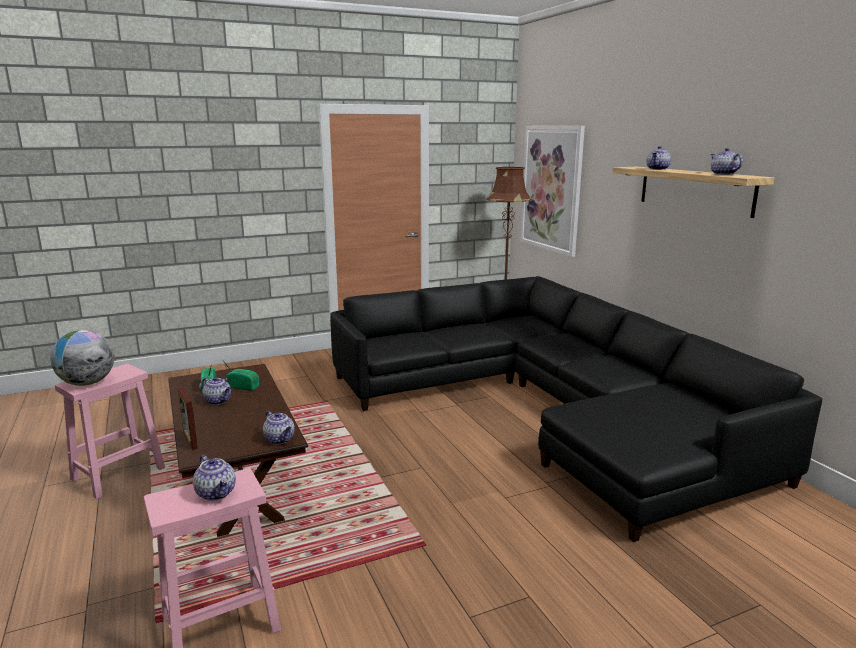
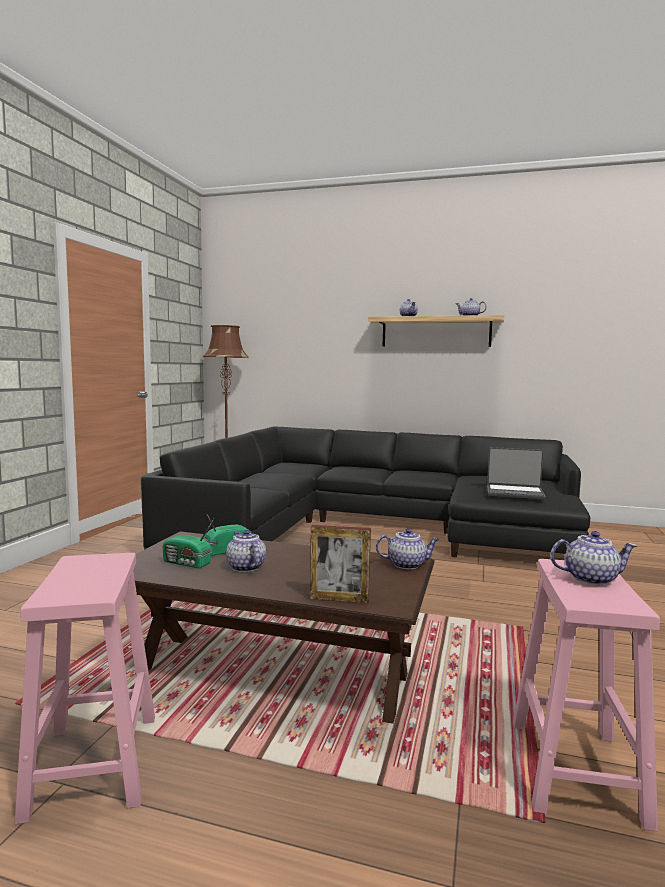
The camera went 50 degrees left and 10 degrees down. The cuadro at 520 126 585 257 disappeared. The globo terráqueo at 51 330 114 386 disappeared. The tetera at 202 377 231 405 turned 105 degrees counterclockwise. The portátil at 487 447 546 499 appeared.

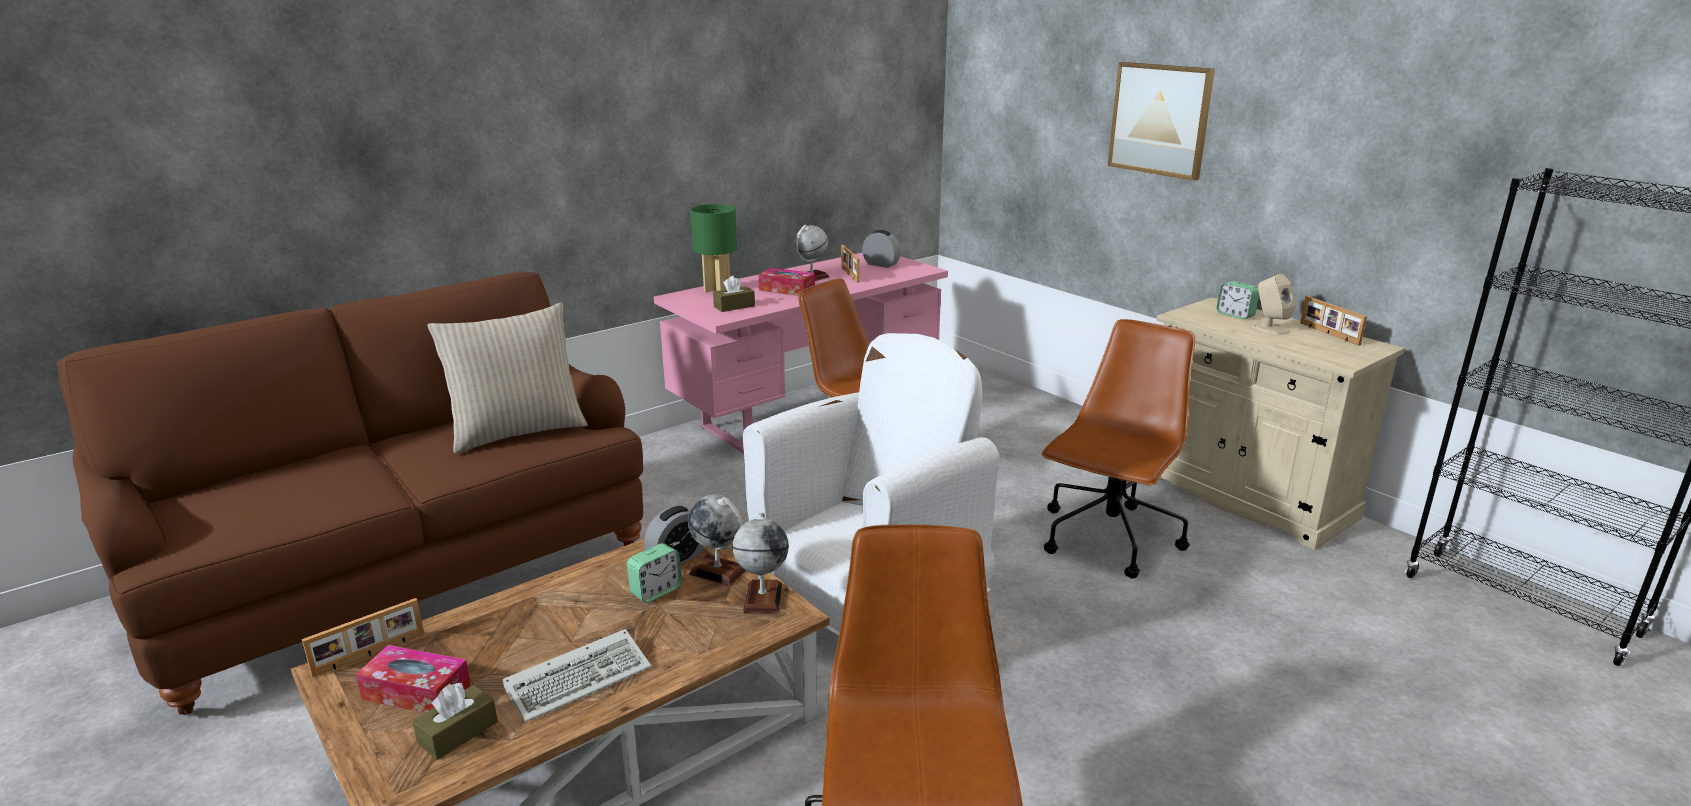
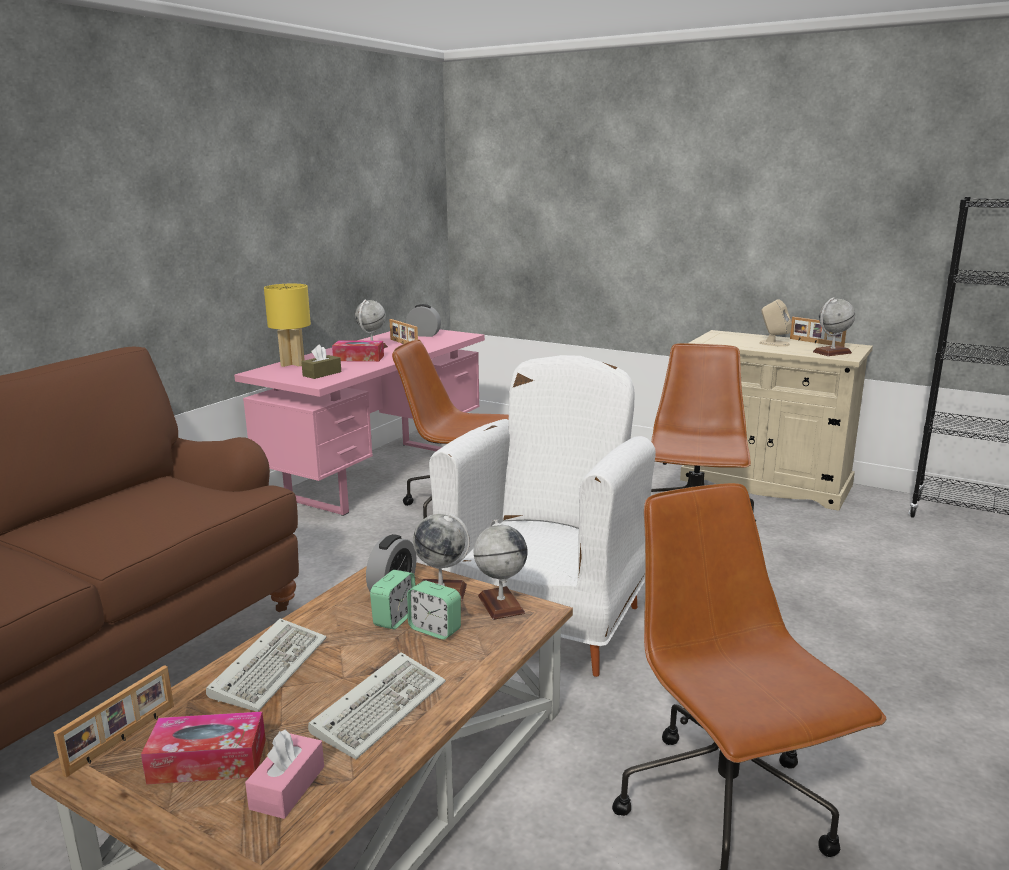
The camera went 20 degrees left and 5 degrees down. The cuadro at 1108 62 1215 181 disappeared. The lámpara de mesa [verde] at 690 204 737 292 became the lámpara de mesa [amarillo] at 264 284 311 367. The despertador moved from 1217 281 1259 319 to 407 581 461 640. The cojín [beis] at 428 303 588 453 disappeared. The caja de pañuelos [marrón] at 412 683 498 760 became the caja de pañuelos [rosa] at 245 729 324 819. The globo terráqueo at 813 297 855 356 appeared. The teclado at 206 618 326 712 appeared.

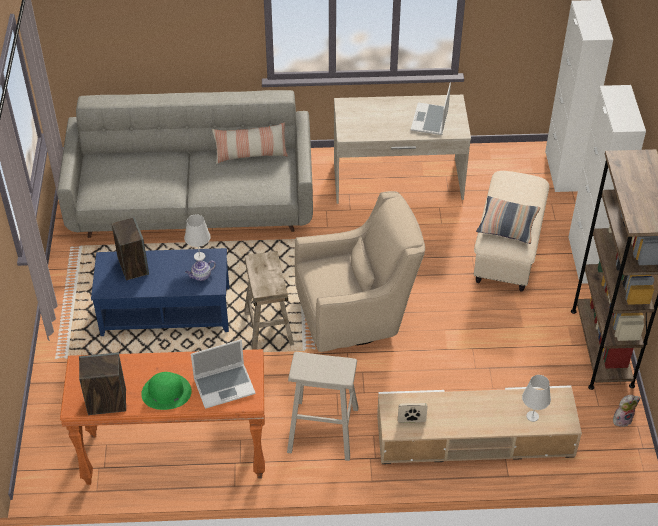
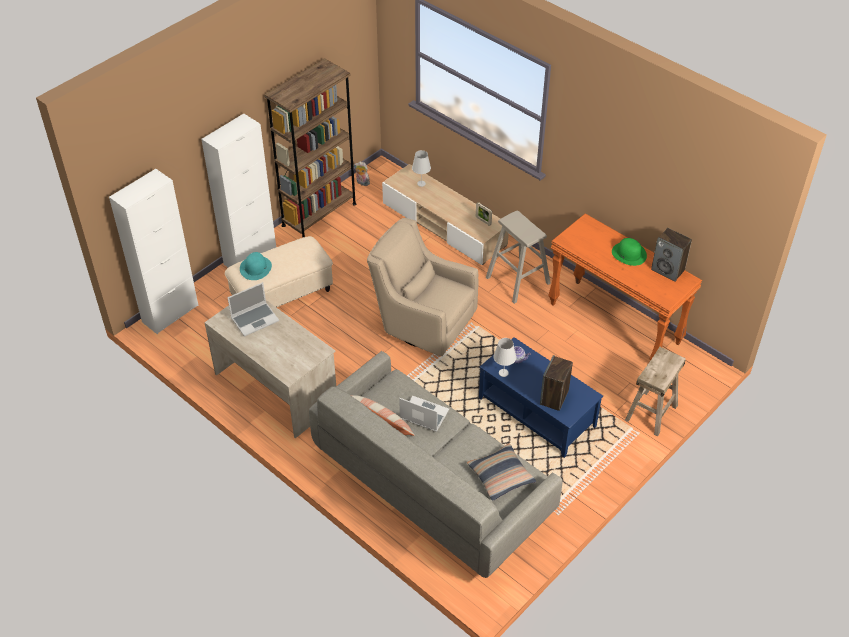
The camera went 135 degrees left and 0 degrees up. The cojín moved from 476 196 540 244 to 467 443 536 501. The taburete [beis] moved from 244 251 294 350 to 625 347 686 436. The portátil moved from 191 339 256 409 to 399 396 449 432. The sombrero [turquesa] at 240 252 272 280 appeared.

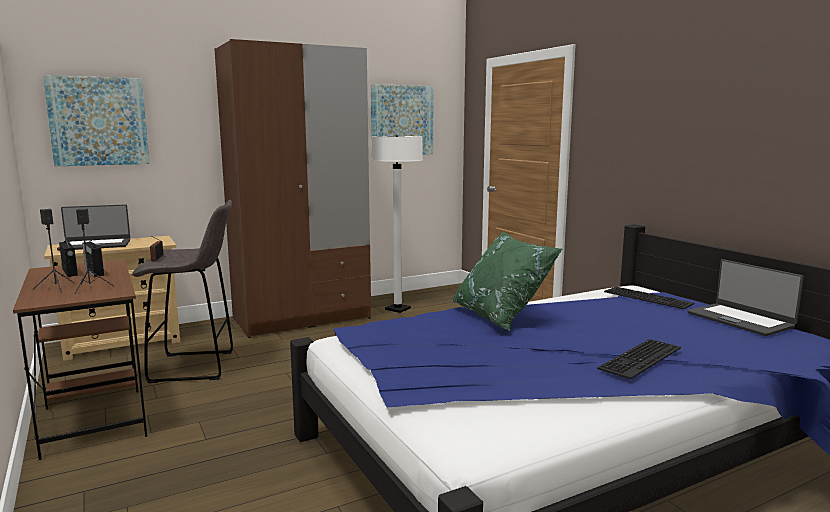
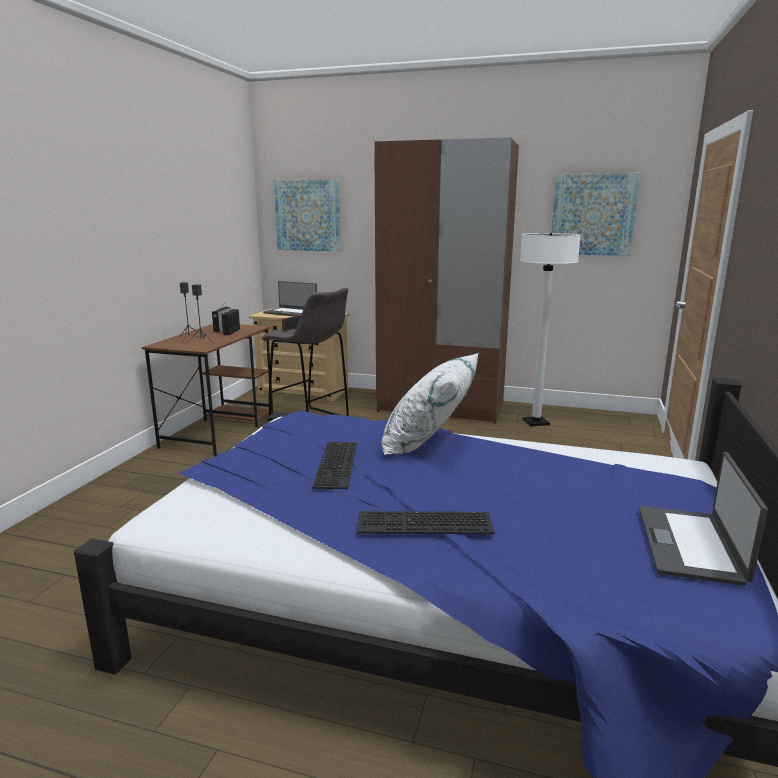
The camera went 45 degrees right and 5 degrees up. The cojín [verde] at 453 231 563 331 became the cojín [blanco] at 381 353 478 455. The teclado moved from 604 287 694 309 to 312 442 357 489.

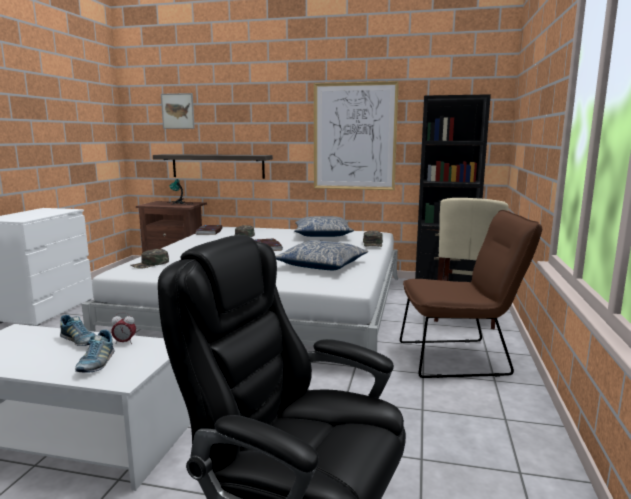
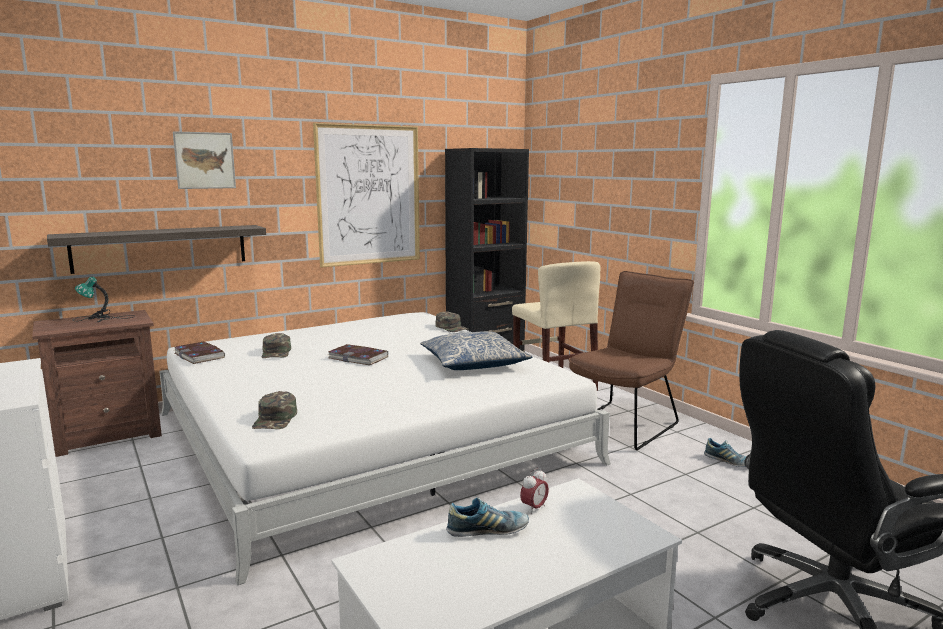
The camera went 45 degrees left and 0 degrees up. The cuadro moved from 161 93 195 129 to 173 131 236 189. The cojín at 294 216 354 237 disappeared. The zapato moved from 75 330 114 373 to 704 438 746 467.

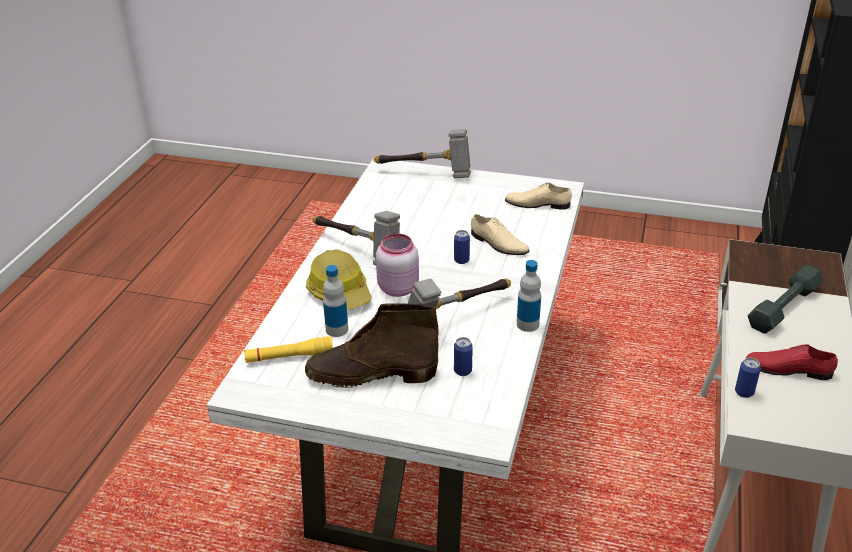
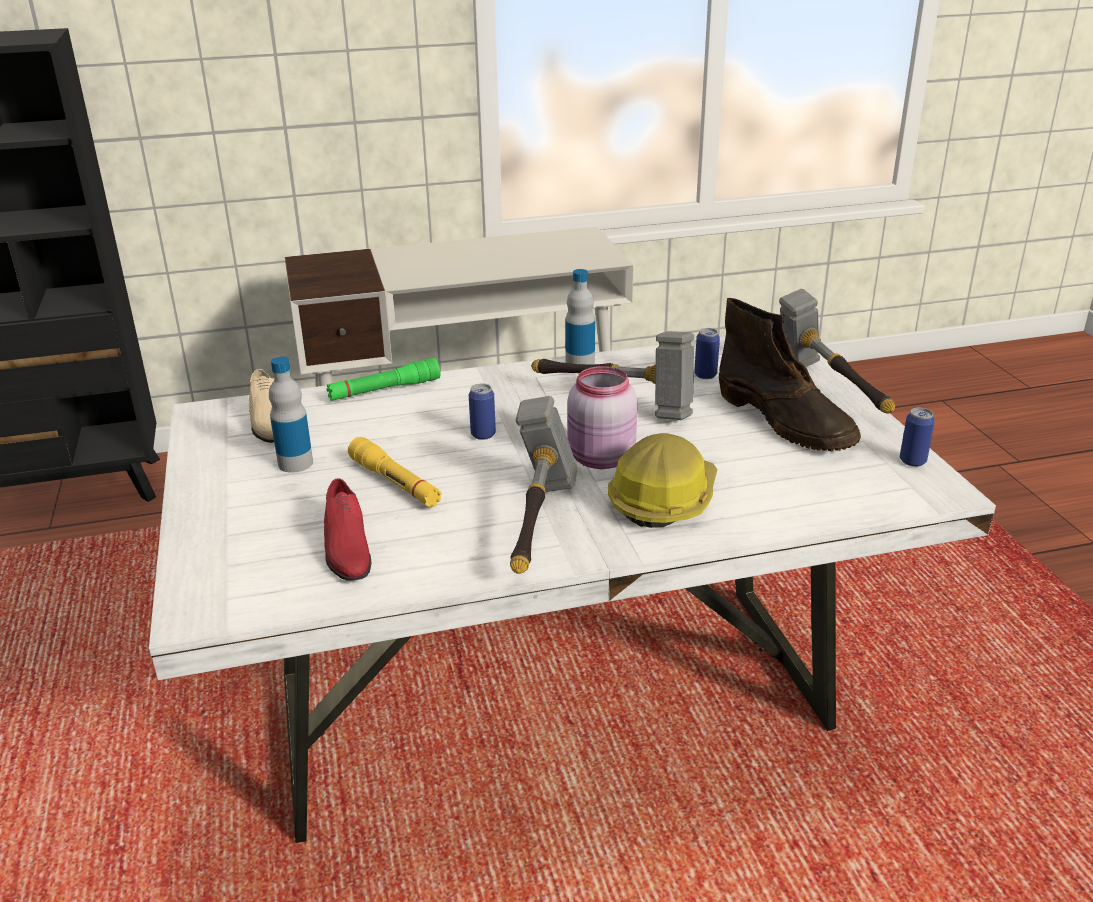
The camera went 120 degrees left and 5 degrees down. The martillo moved from 373 129 471 178 to 779 289 895 414. The zapato [beis] at 471 214 530 255 disappeared. The botella moved from 323 265 348 337 to 269 356 313 473. The mancuerna [gris] at 747 265 823 334 disappeared. The linterna [amarillo] moved from 244 336 333 363 to 348 437 442 507. The zapato [rojo] moved from 745 344 838 380 to 324 479 372 581. The lata moved from 735 358 761 398 to 900 408 935 467. The linterna [verde] at 326 358 440 401 appeared.

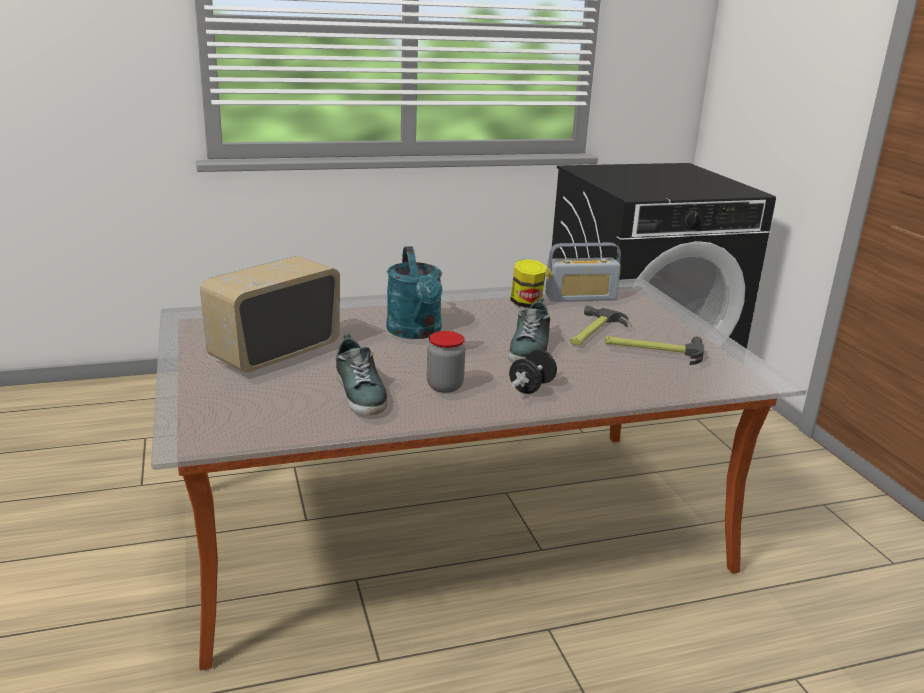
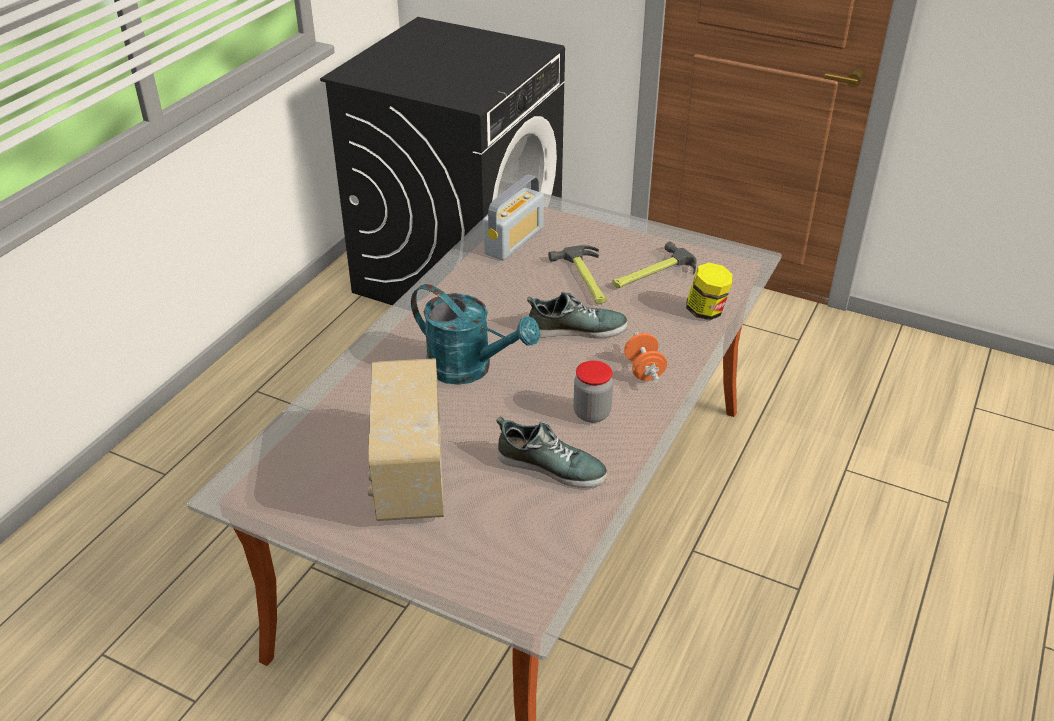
The camera went 45 degrees left and 15 degrees up. The tarro moved from 510 259 547 308 to 686 262 733 320. The zapato at 508 298 550 362 turned 60 degrees counterclockwise. The mancuerna [negro] at 509 349 557 394 became the mancuerna [naranja] at 624 332 667 383.

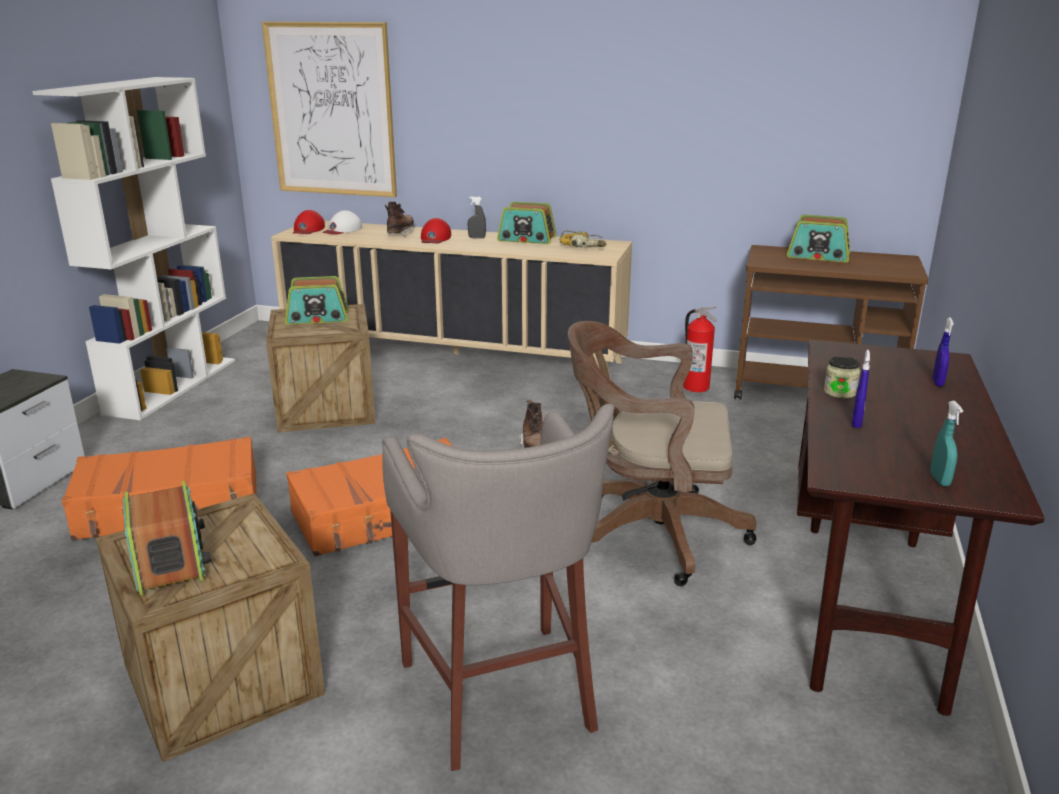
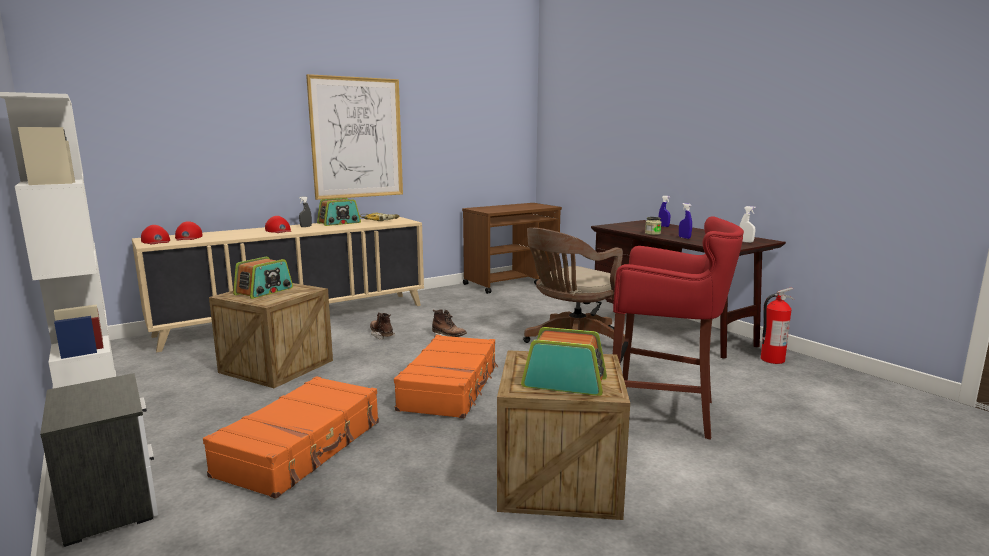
The camera went 50 degrees left and 10 degrees down. The cuadro moved from 262 22 397 197 to 306 74 403 200. The bota [marrón] moved from 385 202 415 236 to 370 312 395 340. The gorra [blanco] at 322 210 362 235 became the gorra [rojo] at 175 221 203 241. The radio at 786 215 850 262 disappeared. The extintor moved from 683 307 717 392 to 761 287 794 364. The pulverizador [turquesa] at 930 401 963 486 became the pulverizador [blanco] at 739 206 756 243. The taburete [gris] at 382 404 615 771 became the taburete [rojo] at 613 216 744 440.

